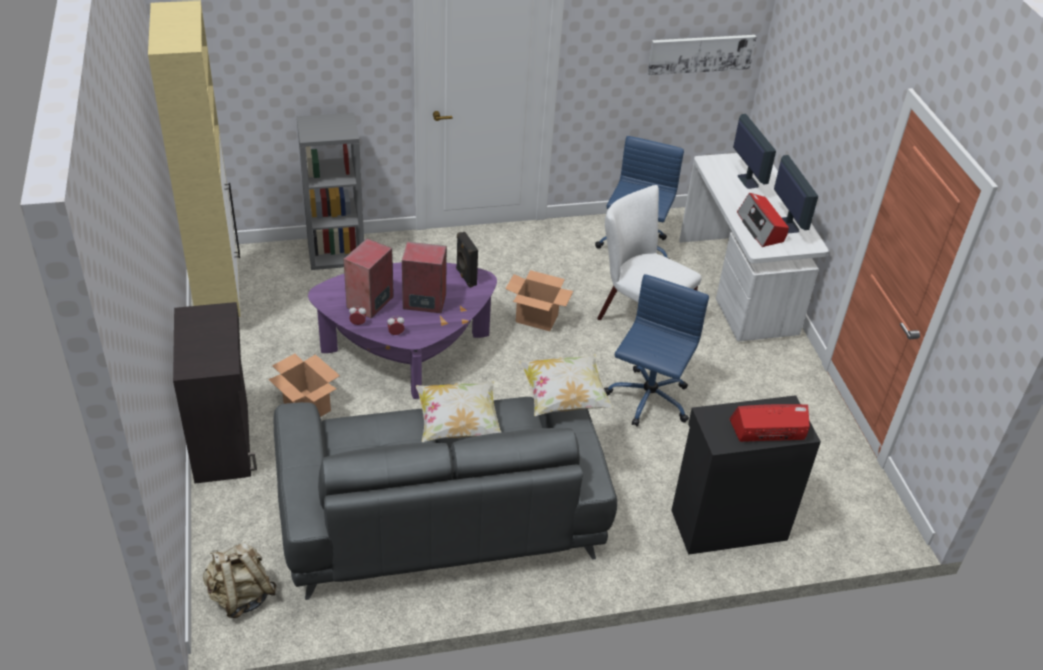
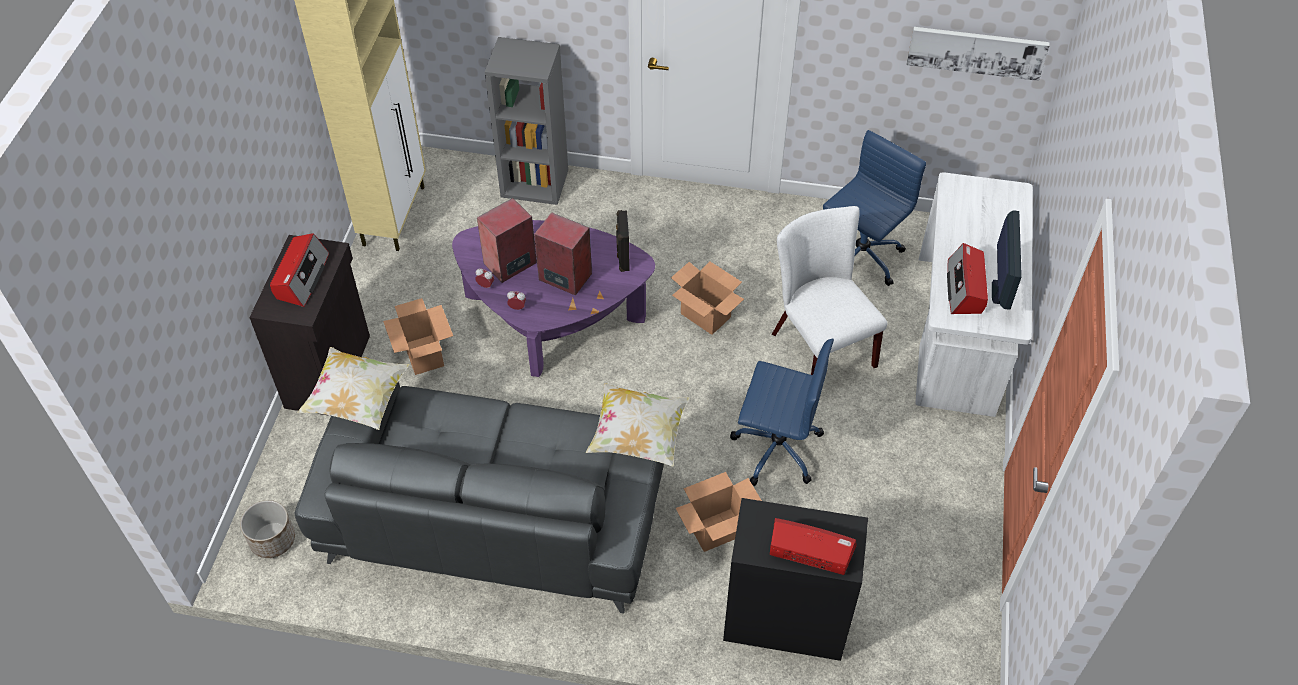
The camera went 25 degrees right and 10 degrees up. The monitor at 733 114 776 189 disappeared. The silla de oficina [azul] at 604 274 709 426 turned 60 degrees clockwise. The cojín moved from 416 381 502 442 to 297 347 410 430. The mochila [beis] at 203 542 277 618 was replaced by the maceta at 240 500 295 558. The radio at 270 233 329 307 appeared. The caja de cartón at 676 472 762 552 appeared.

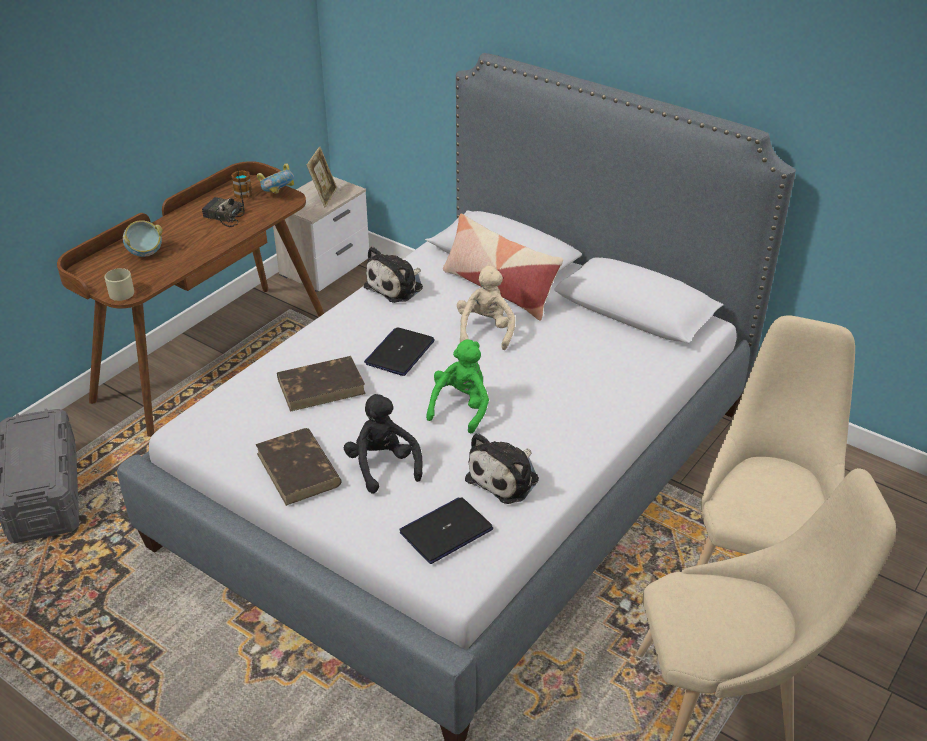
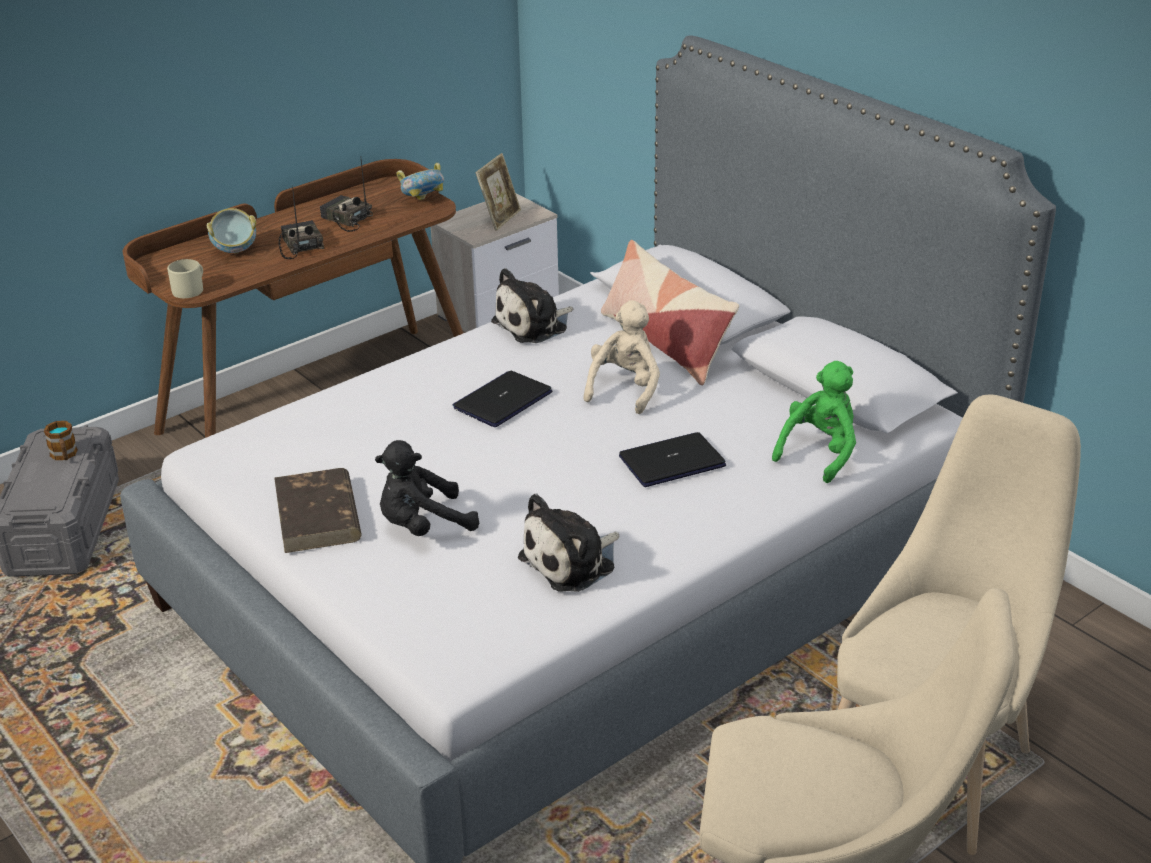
The camera went 15 degrees right and 5 degrees down. The taza grande moved from 231 170 253 199 to 44 421 78 460. The peluche [verde] moved from 426 339 489 433 to 772 361 856 483. The libro [marrón] at 277 356 366 412 disappeared. The peluche [negro] at 344 394 423 494 turned 105 degrees counterclockwise. The portátil moved from 400 497 493 564 to 619 432 726 487. The radio at 278 186 324 259 appeared.

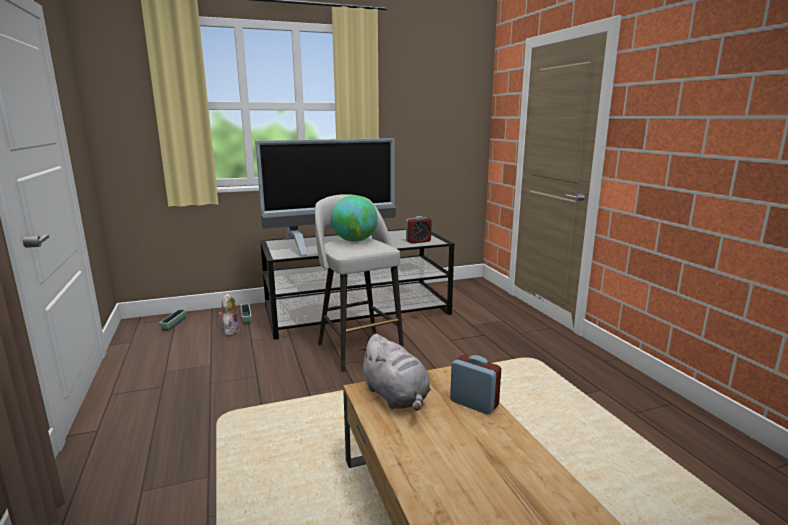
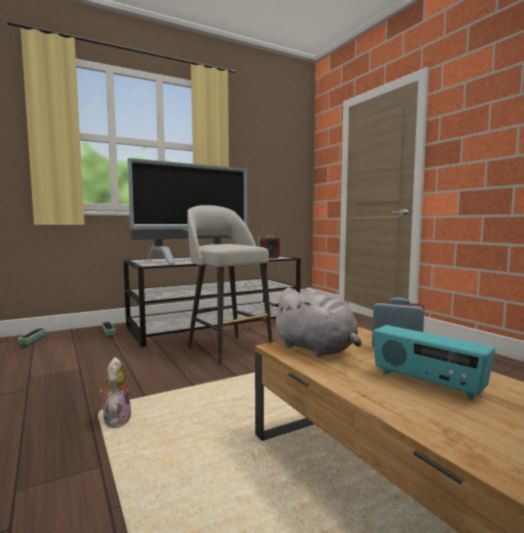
The camera went 10 degrees left and 10 degrees down. The globo terráqueo at 331 195 378 242 disappeared. The peluche moved from 219 293 239 336 to 99 357 131 428. The radio at 373 325 495 400 appeared.

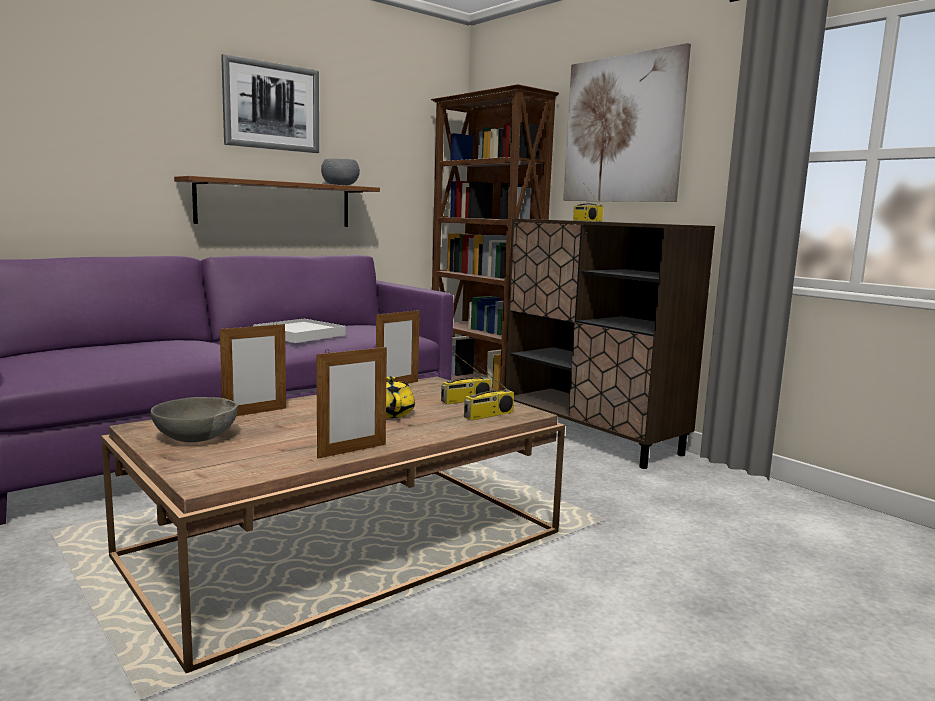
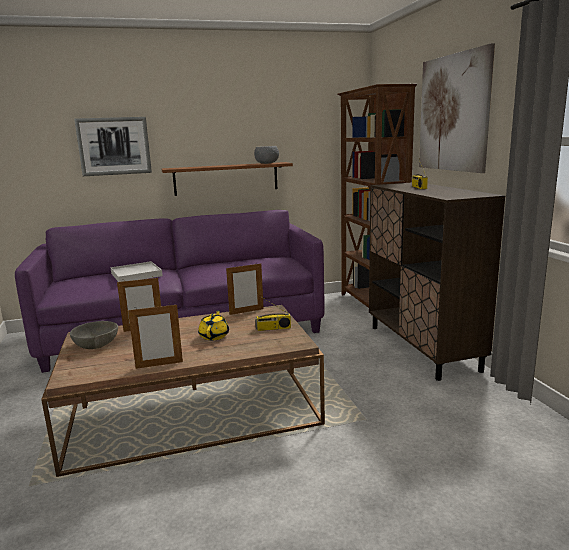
The camera went 25 degrees right and 5 degrees up. The cuadro moved from 221 54 319 153 to 74 117 152 176. The bandeja [blanco] moved from 253 319 346 343 to 110 261 163 282. The radio at 464 363 514 420 disappeared.

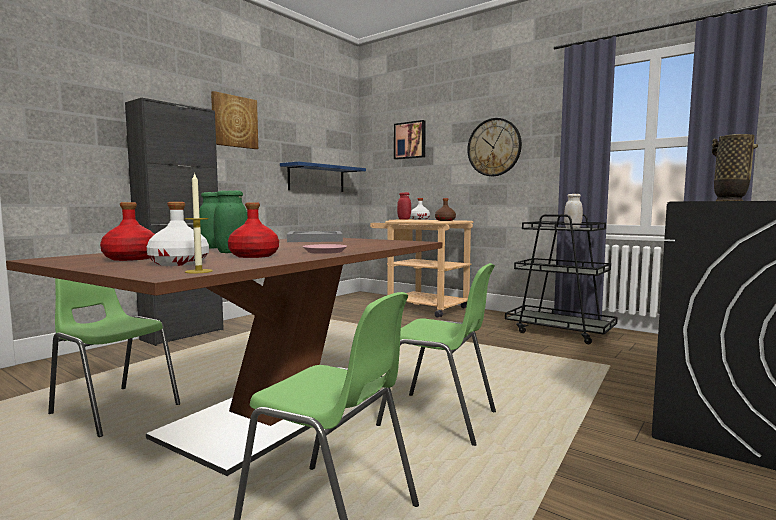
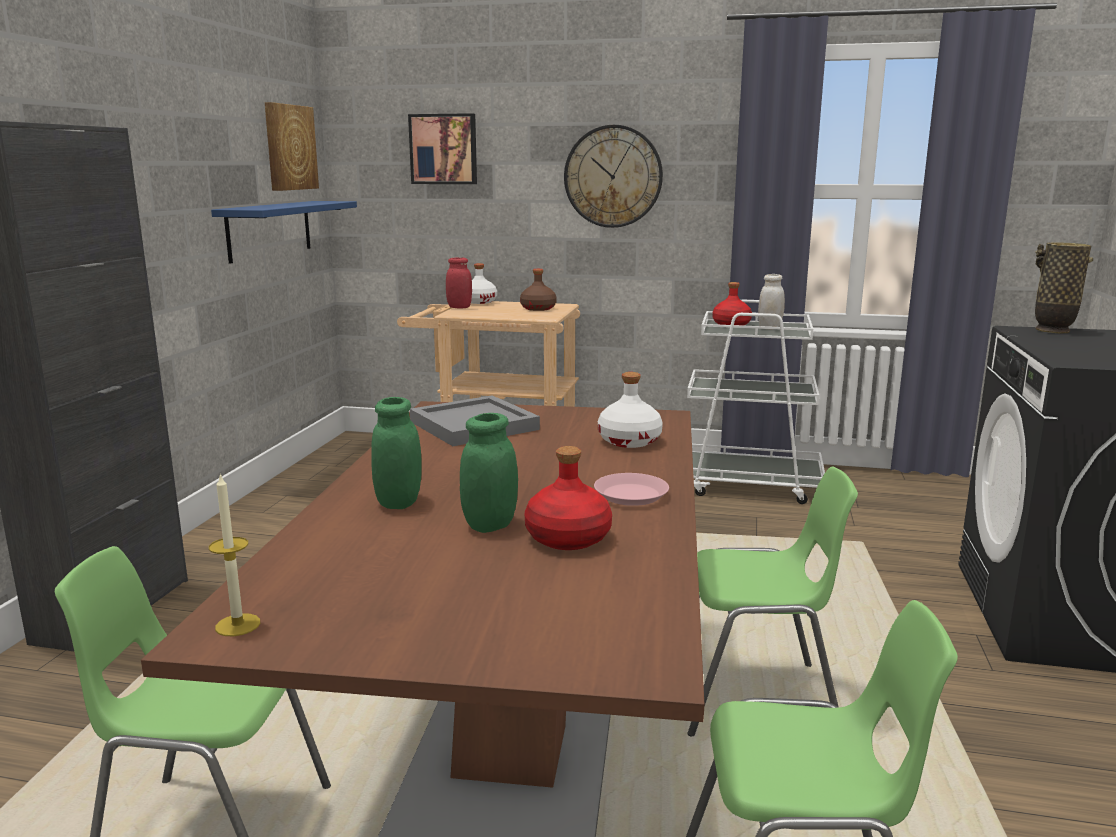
The camera went 25 degrees left and 10 degrees up. The cuadro moved from 211 91 258 149 to 265 102 319 191. The vela moved from 184 172 213 273 to 209 473 260 636. The botella [rojo] moved from 100 202 155 261 to 713 282 752 326. The botella [blanco] moved from 147 202 209 266 to 598 372 663 448. The carrito [negro] at 505 214 618 344 became the carrito [blanco] at 687 300 825 504.

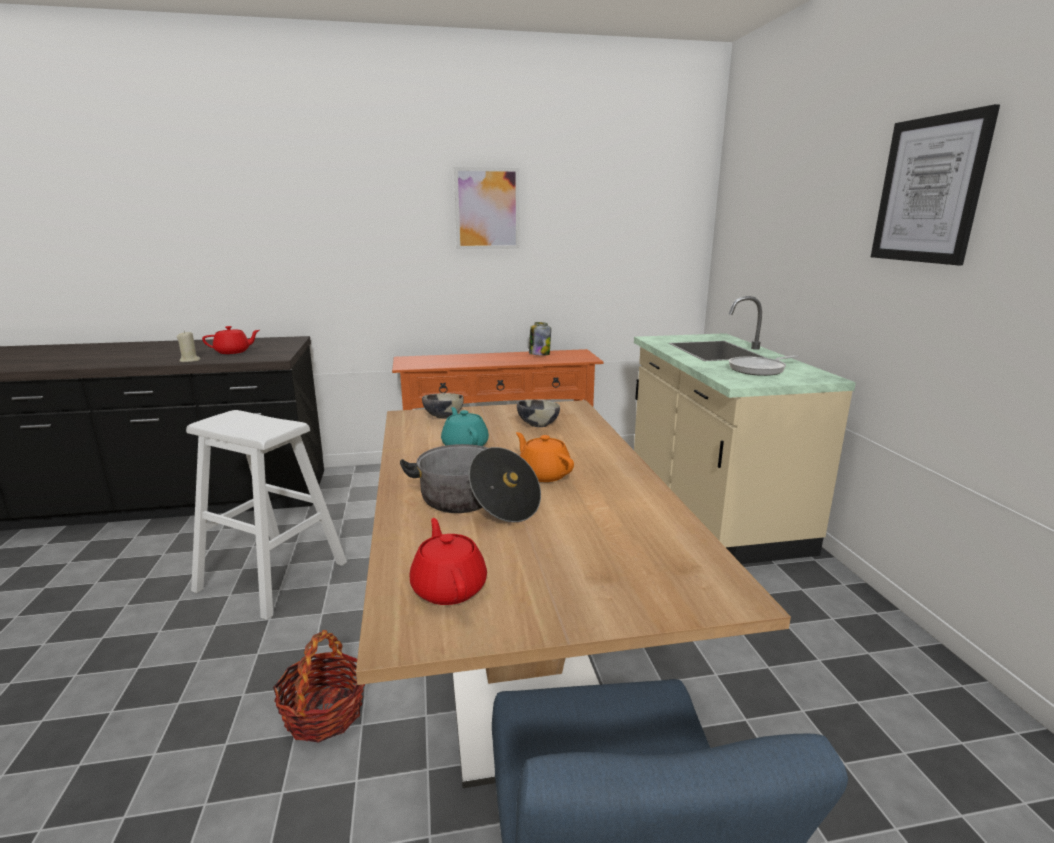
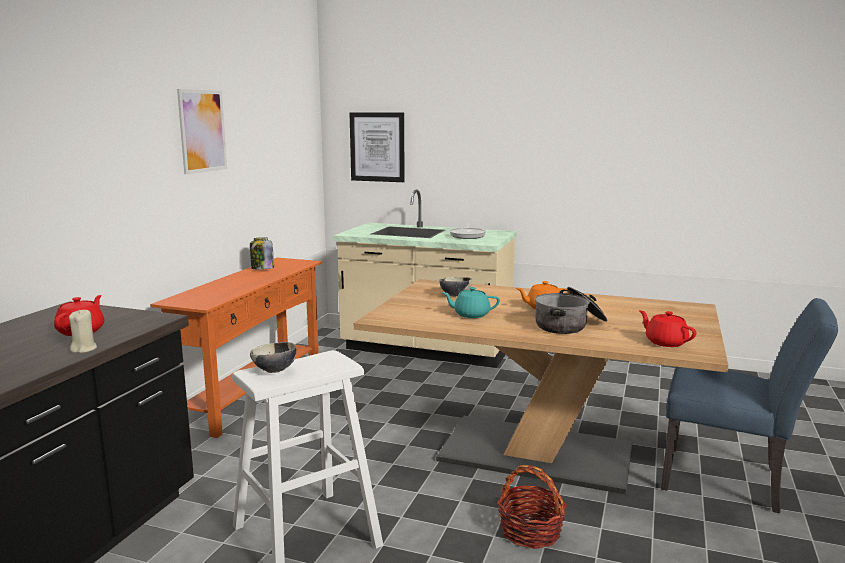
The camera went 60 degrees left and 5 degrees down. The cuadro moved from 871 104 1000 265 to 349 112 405 182. The cuenco moved from 422 393 464 419 to 250 342 297 373. The tetera [rojo] at 410 518 487 605 turned 45 degrees clockwise.

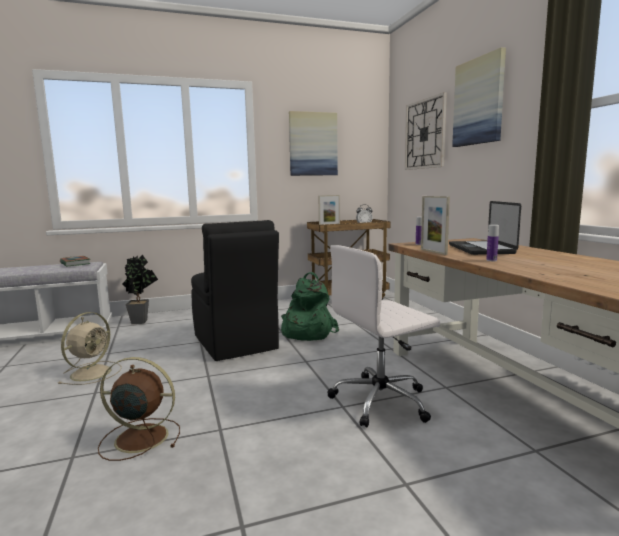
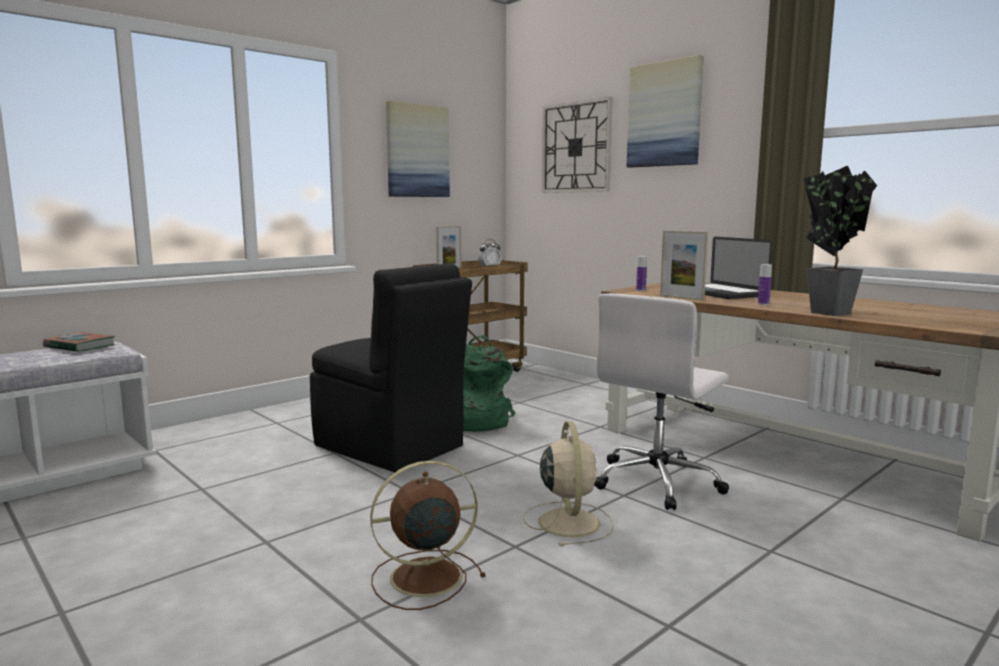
The camera went 25 degrees left and 0 degrees up. The planta en maceta moved from 122 255 158 324 to 803 166 877 316. The ventilador [beis] moved from 58 312 122 385 to 523 421 614 546.

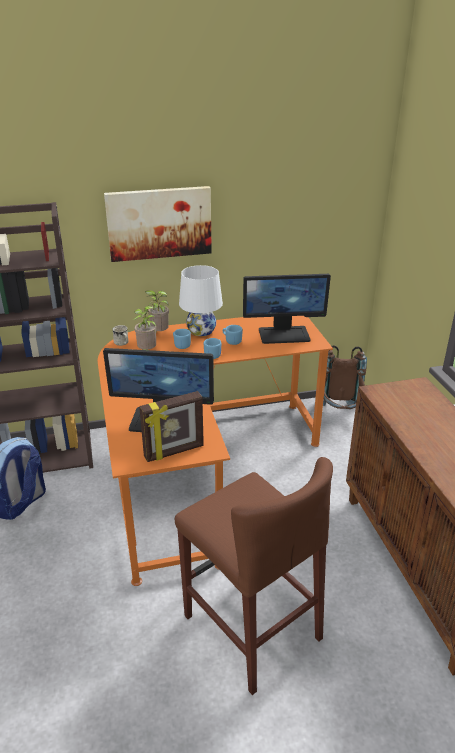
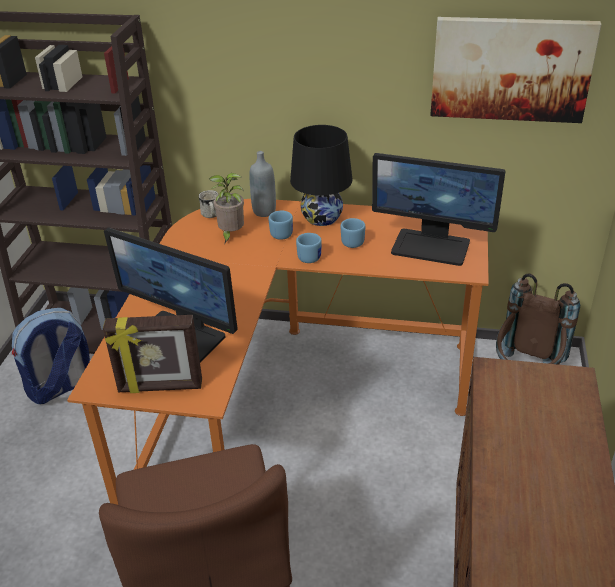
The camera went 25 degrees right and 5 degrees up. The cuadro moved from 104 186 212 262 to 430 17 602 123. The lámpara de mesa [blanco] at 179 265 223 336 became the lámpara de mesa [negro] at 290 125 353 226. The planta en maceta at 145 290 169 332 was replaced by the botella [gris] at 249 151 276 217.

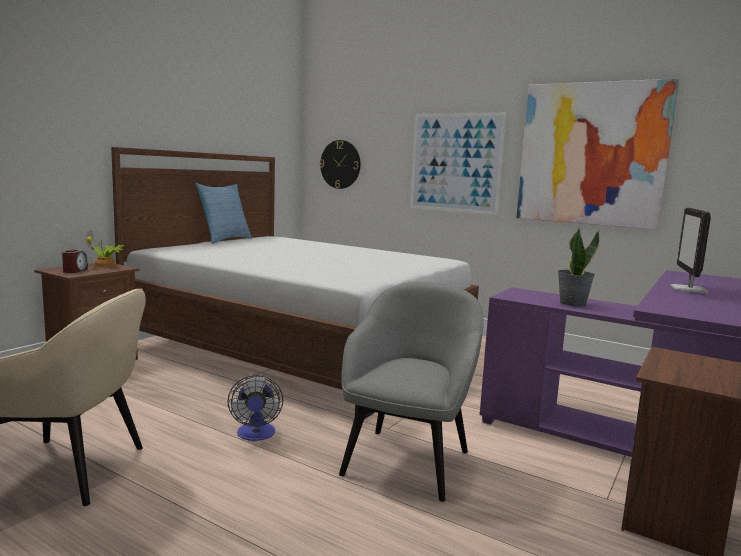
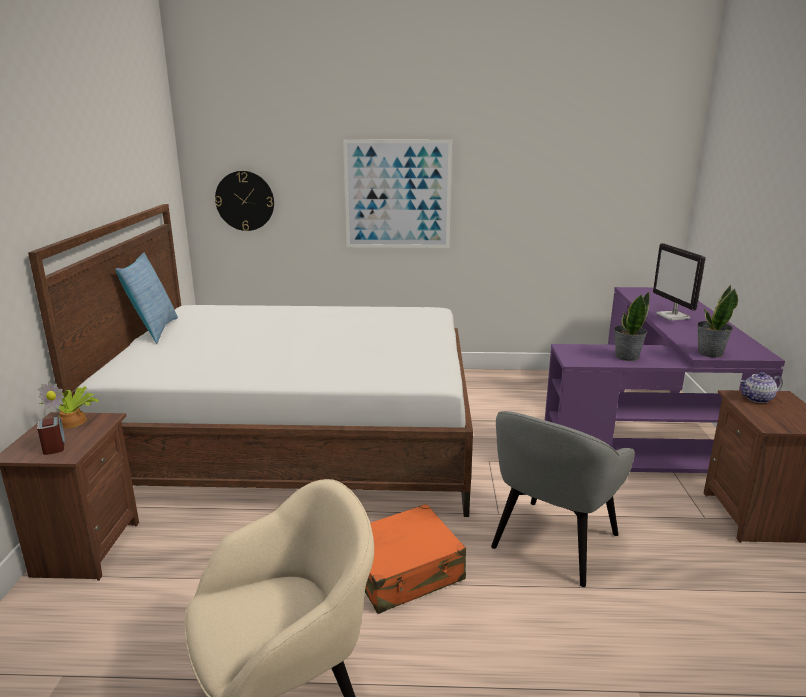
The camera went 30 degrees left and 10 degrees up. The cuadro at 516 79 679 230 disappeared. The sillón [gris] at 339 282 484 502 turned 135 degrees counterclockwise. The ventilador at 228 375 283 441 was replaced by the maleta [naranja] at 365 504 466 614. The planta en maceta at 697 285 738 358 appeared. The tetera at 739 372 783 403 appeared.

